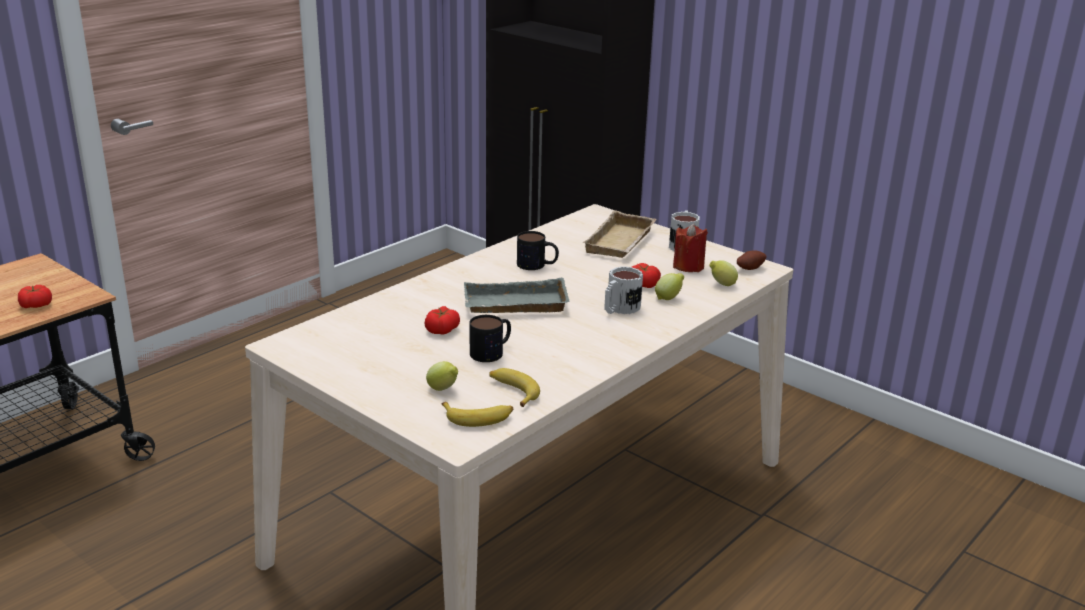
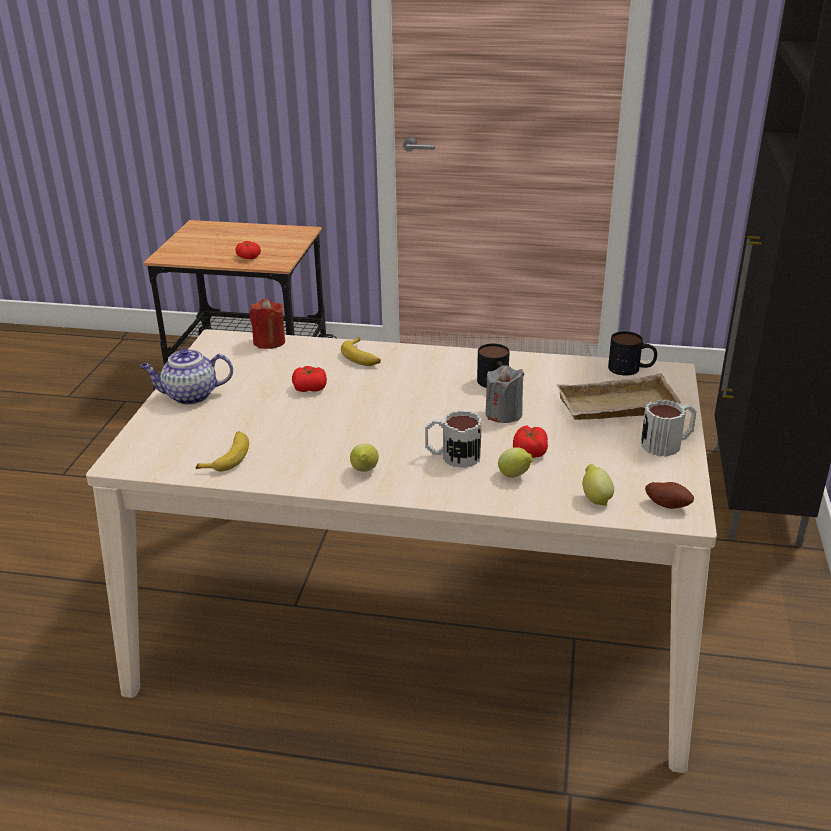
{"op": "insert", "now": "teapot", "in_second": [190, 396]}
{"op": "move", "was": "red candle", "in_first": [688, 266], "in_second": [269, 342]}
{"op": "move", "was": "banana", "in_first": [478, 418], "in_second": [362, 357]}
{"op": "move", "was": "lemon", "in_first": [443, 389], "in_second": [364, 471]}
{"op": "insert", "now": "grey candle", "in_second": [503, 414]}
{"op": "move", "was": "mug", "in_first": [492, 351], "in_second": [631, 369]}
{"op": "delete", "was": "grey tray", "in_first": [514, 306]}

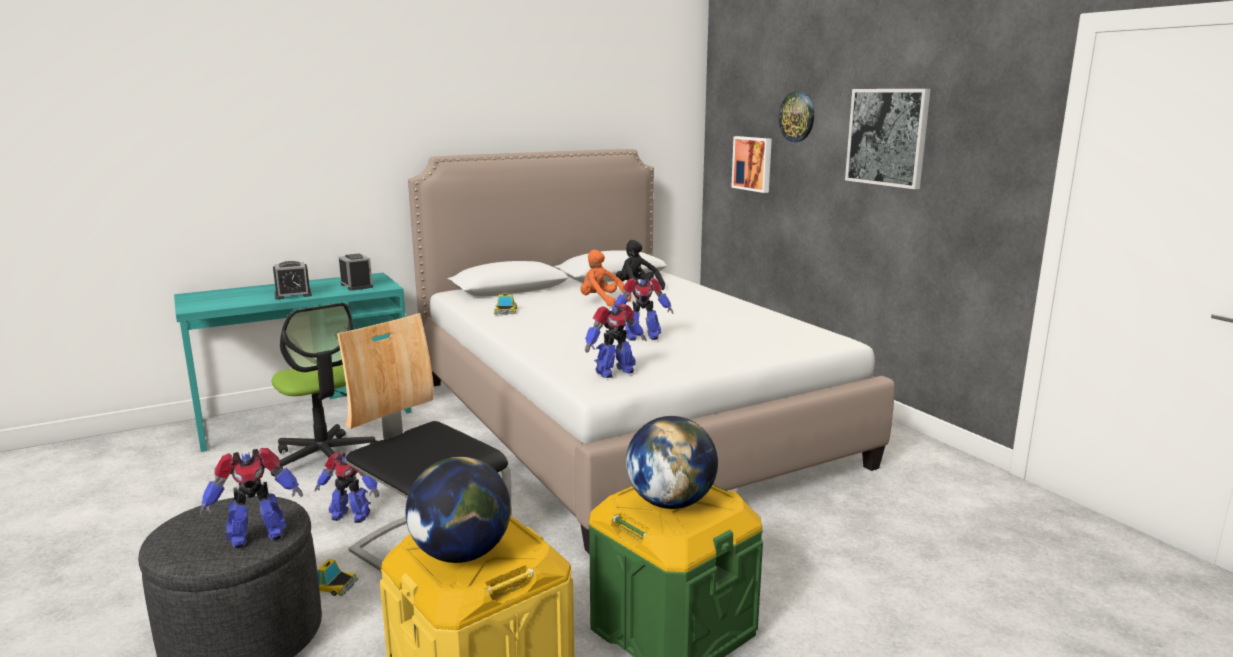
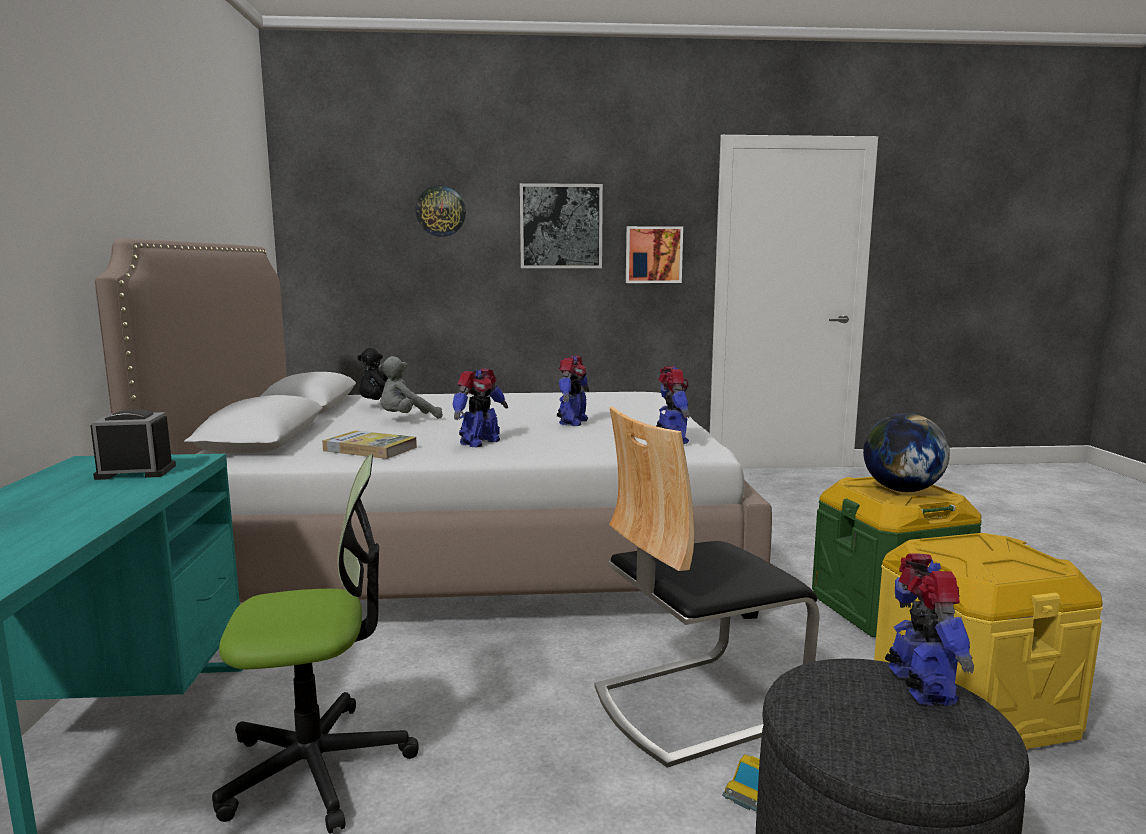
{"op": "replace", "was": "toy car", "now": "book", "in_first": [505, 311], "in_second": [370, 449]}
{"op": "recolor", "was": "orange plush toy", "now": "grey plush toy", "in_first": [601, 301], "in_second": [407, 420]}
{"op": "move", "was": "toy robot", "in_first": [350, 515], "in_second": [479, 442]}
{"op": "move", "was": "picture", "in_first": [753, 163], "in_second": [653, 255]}
{"op": "delete", "was": "alarm clock", "in_first": [293, 295]}
{"op": "delete", "was": "globe", "in_first": [461, 554]}

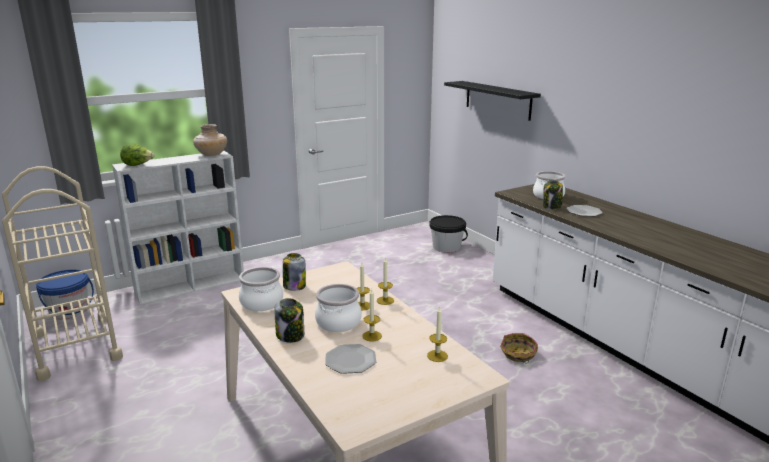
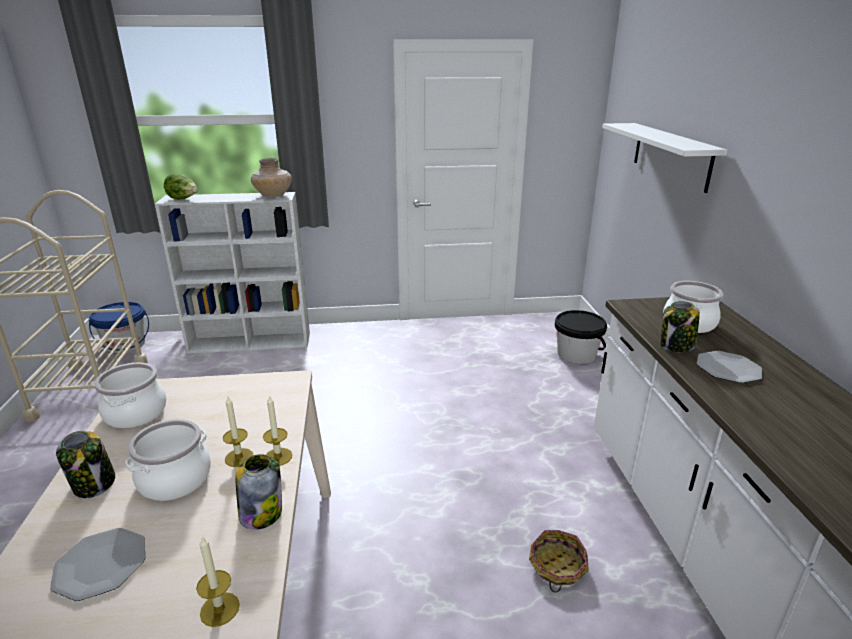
{"op": "move", "was": "jar", "in_first": [294, 286], "in_second": [261, 512]}
{"op": "recolor", "was": "black shelf", "now": "white shelf", "in_first": [497, 100], "in_second": [671, 155]}
{"op": "delete", "was": "candle", "in_first": [372, 336]}

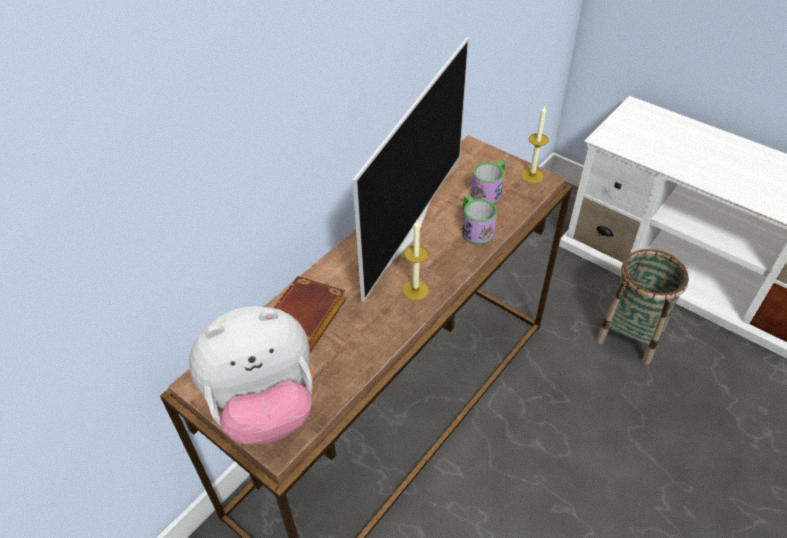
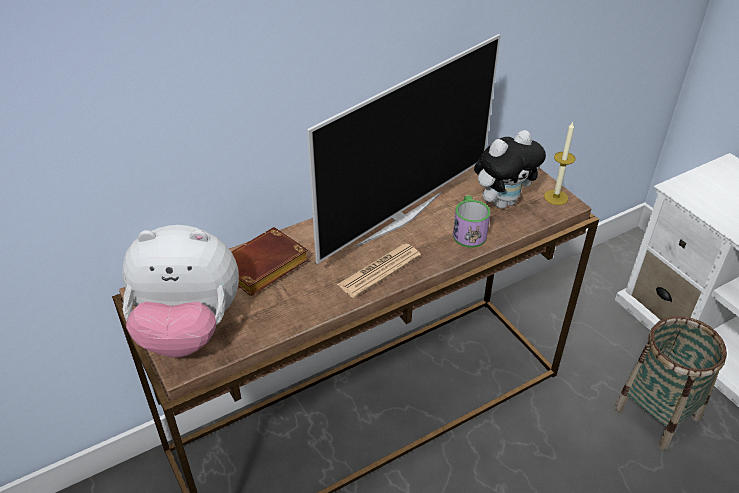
{"op": "replace", "was": "candle", "now": "newspaper", "in_first": [415, 290], "in_second": [379, 270]}
{"op": "replace", "was": "mug", "now": "plush toy", "in_first": [489, 192], "in_second": [502, 201]}

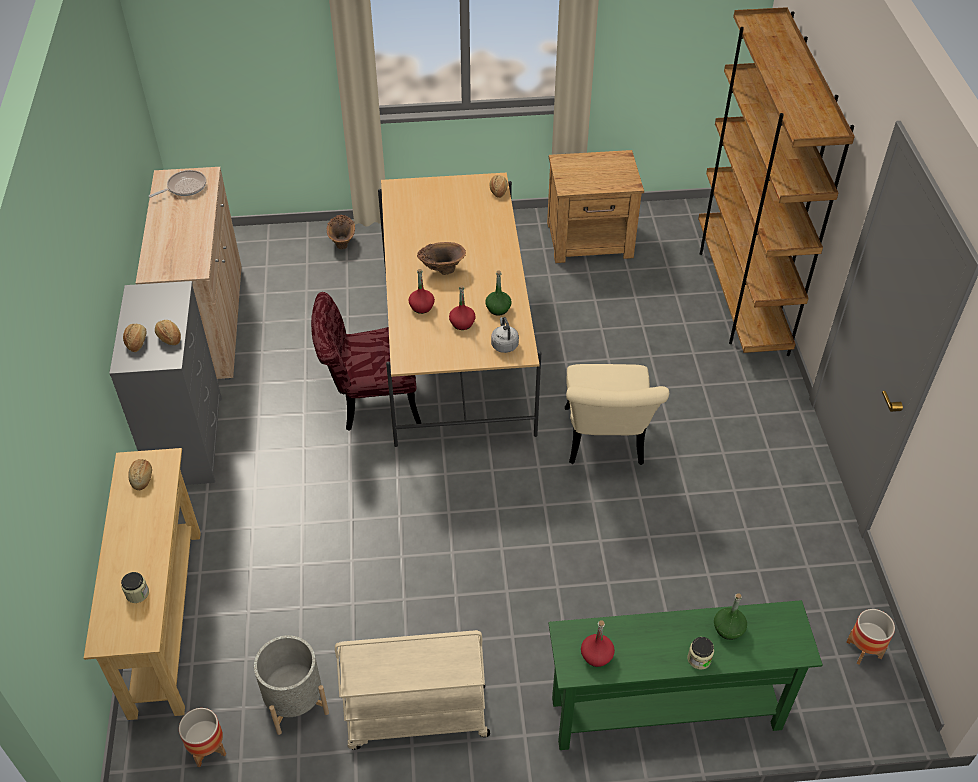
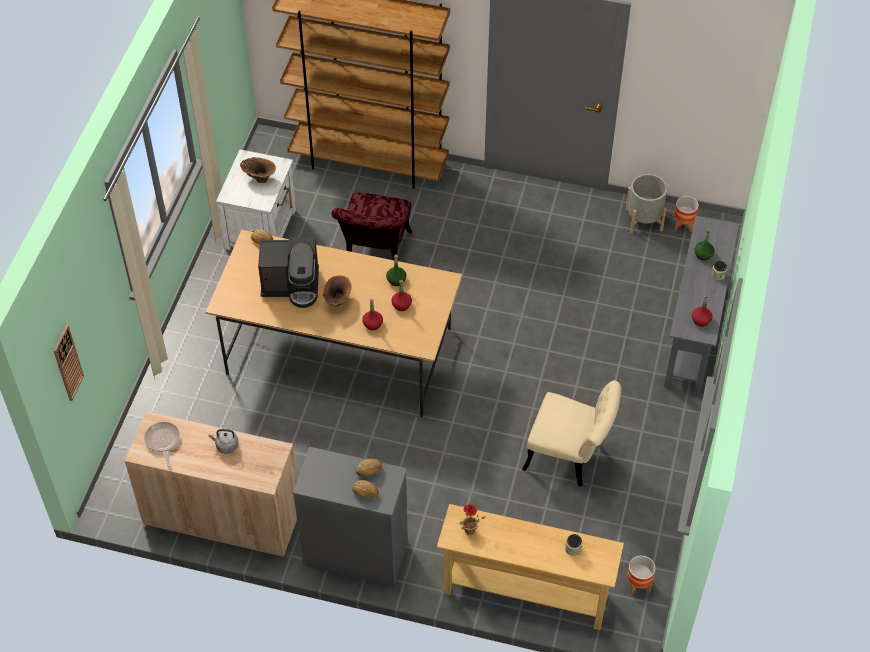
{"op": "insert", "now": "wall clock", "in_second": [67, 363]}
{"op": "move", "was": "grey kettle", "in_first": [504, 344], "in_second": [226, 446]}
{"op": "recolor", "was": "brown nightstand", "now": "white nightstand", "in_first": [591, 241], "in_second": [261, 228]}
{"op": "move", "was": "brown vase", "in_first": [343, 242], "in_second": [259, 178]}
{"op": "insert", "now": "coffee machine", "in_second": [292, 285]}
{"op": "move", "was": "red chair", "in_first": [369, 402], "in_second": [375, 254]}
{"op": "replace", "was": "bread", "now": "potted plant", "in_first": [142, 478], "in_second": [469, 532]}
{"op": "move", "was": "beige chair", "in_first": [605, 444], "in_second": [570, 457]}
{"op": "move", "was": "grey planter", "in_first": [295, 701], "in_second": [644, 219]}
{"op": "recolor", "was": "green console table", "now": "grey console table", "in_first": [666, 714], "in_second": [693, 334]}
{"op": "delete", "was": "beige cart", "in_first": [416, 718]}

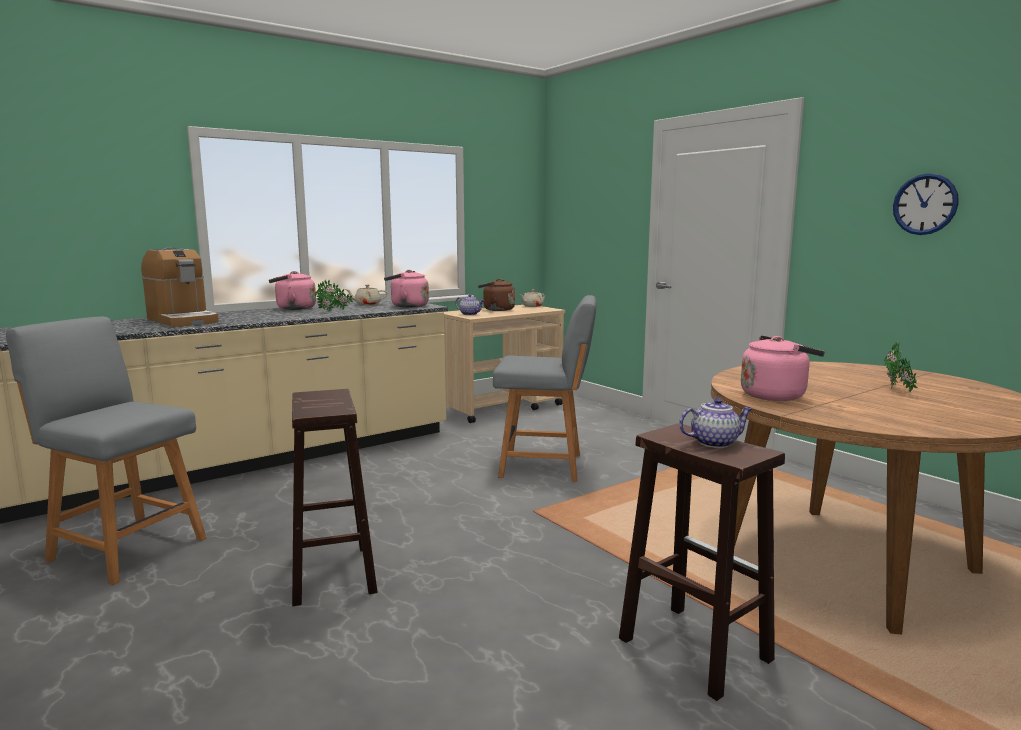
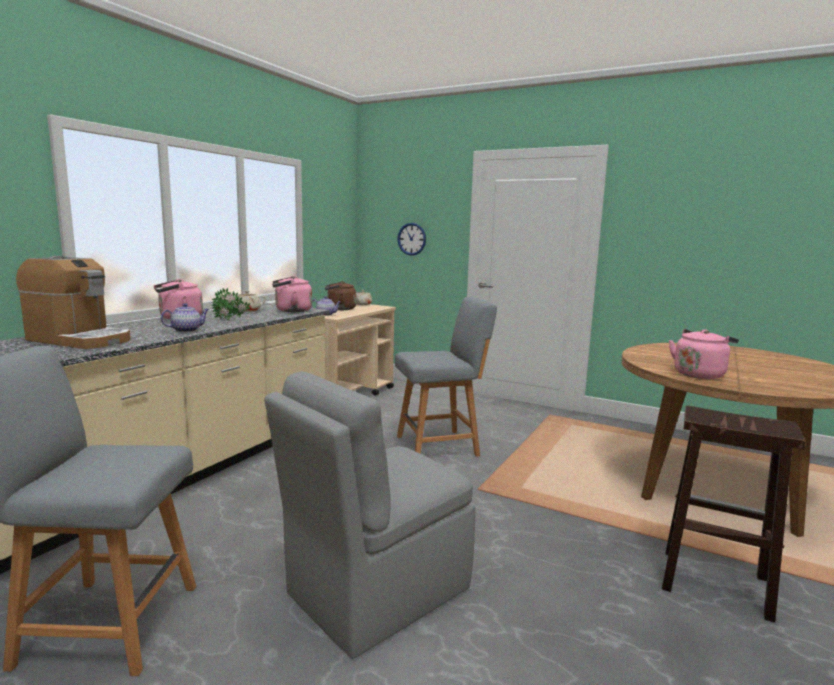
{"op": "move", "was": "teapot", "in_first": [715, 442], "in_second": [187, 330]}
{"op": "replace", "was": "brown stool", "now": "grey chair", "in_first": [332, 573], "in_second": [374, 592]}
{"op": "move", "was": "wall clock", "in_first": [925, 204], "in_second": [411, 239]}
{"op": "delete", "was": "potted plant", "in_first": [897, 390]}

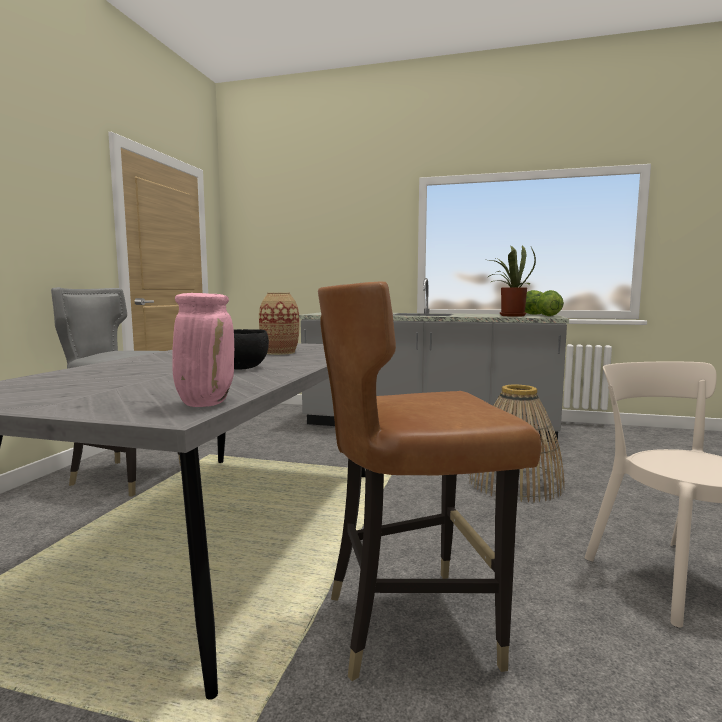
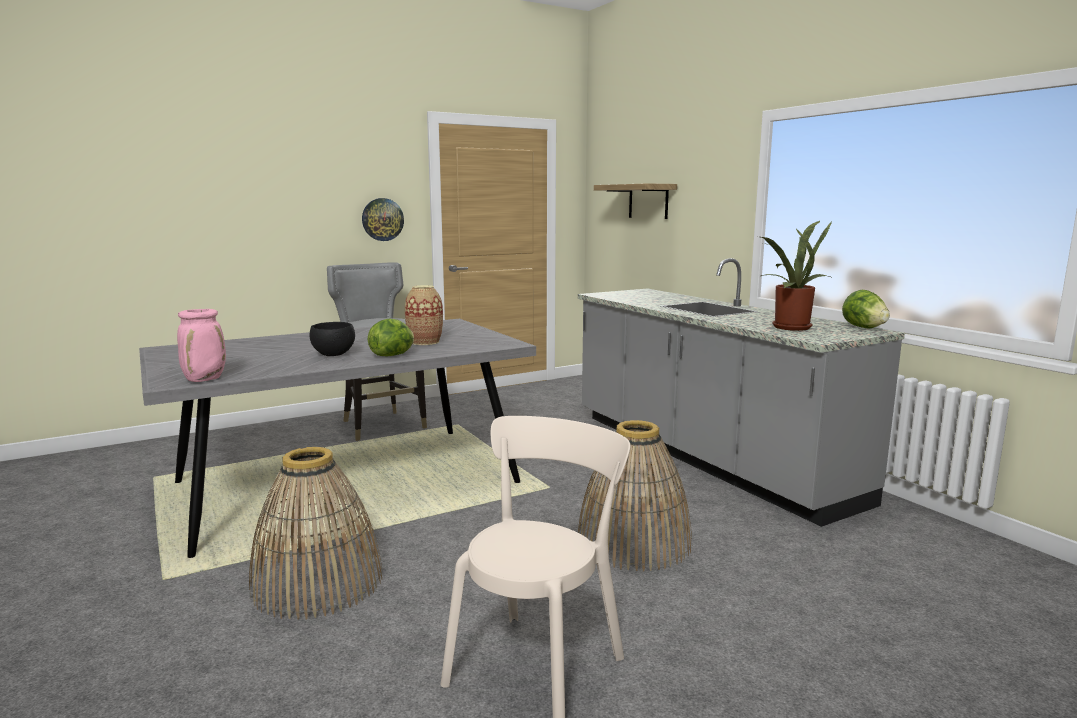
{"op": "replace", "was": "brown chair", "now": "basket", "in_first": [413, 623], "in_second": [317, 582]}
{"op": "insert", "now": "wall clock", "in_second": [382, 219]}
{"op": "move", "was": "lettuce", "in_first": [548, 316], "in_second": [393, 355]}
{"op": "insert", "now": "shelf", "in_second": [648, 201]}

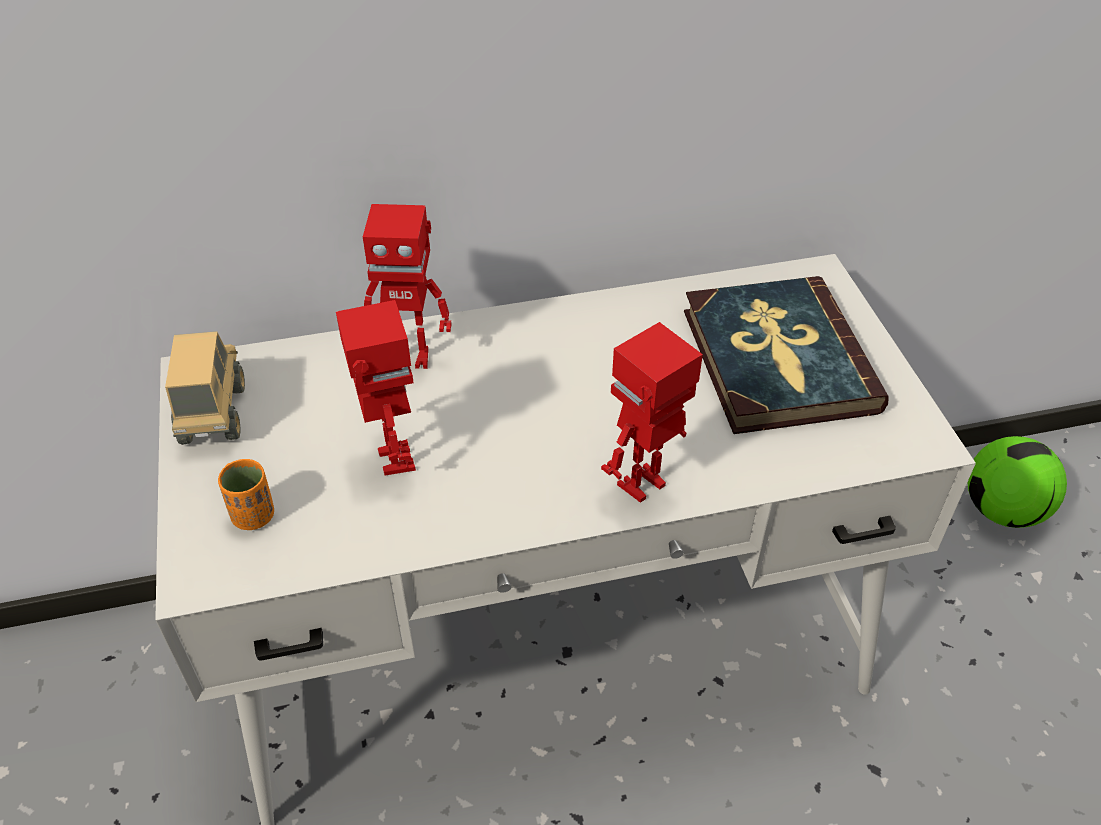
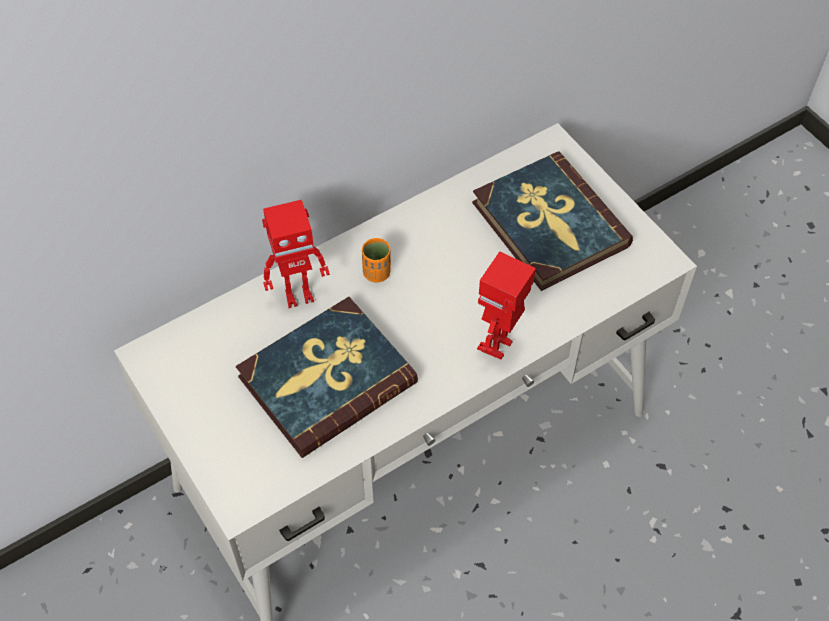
{"op": "replace", "was": "toy robot", "now": "book", "in_first": [394, 460], "in_second": [326, 379]}
{"op": "move", "was": "orange cup", "in_first": [253, 516], "in_second": [377, 273]}
{"op": "delete", "was": "toy truck", "in_first": [214, 414]}
{"op": "delete", "was": "football", "in_first": [1002, 510]}

